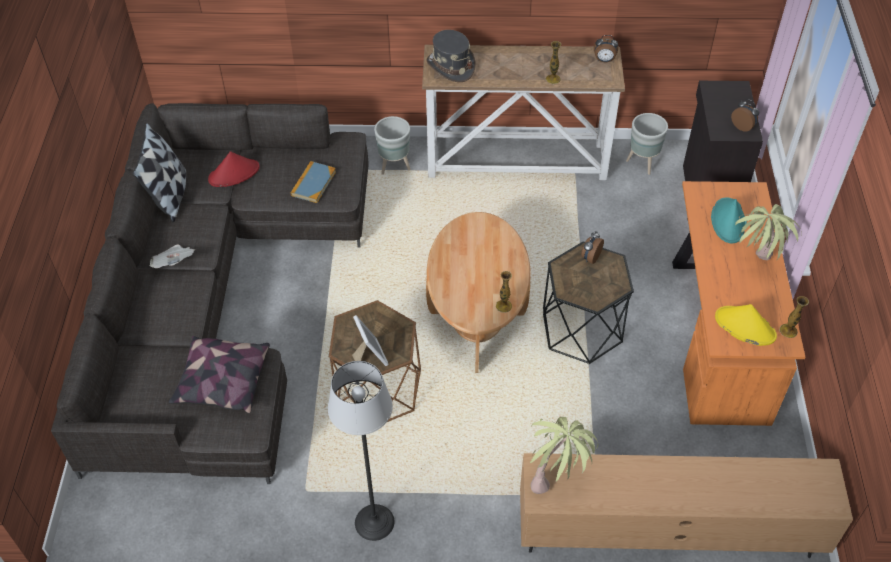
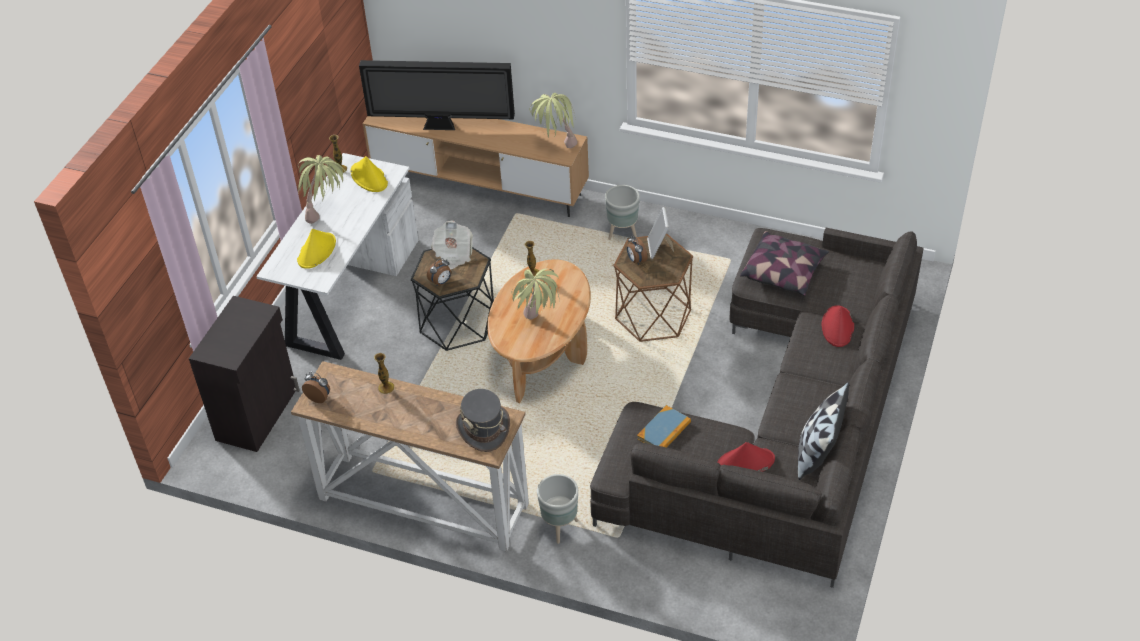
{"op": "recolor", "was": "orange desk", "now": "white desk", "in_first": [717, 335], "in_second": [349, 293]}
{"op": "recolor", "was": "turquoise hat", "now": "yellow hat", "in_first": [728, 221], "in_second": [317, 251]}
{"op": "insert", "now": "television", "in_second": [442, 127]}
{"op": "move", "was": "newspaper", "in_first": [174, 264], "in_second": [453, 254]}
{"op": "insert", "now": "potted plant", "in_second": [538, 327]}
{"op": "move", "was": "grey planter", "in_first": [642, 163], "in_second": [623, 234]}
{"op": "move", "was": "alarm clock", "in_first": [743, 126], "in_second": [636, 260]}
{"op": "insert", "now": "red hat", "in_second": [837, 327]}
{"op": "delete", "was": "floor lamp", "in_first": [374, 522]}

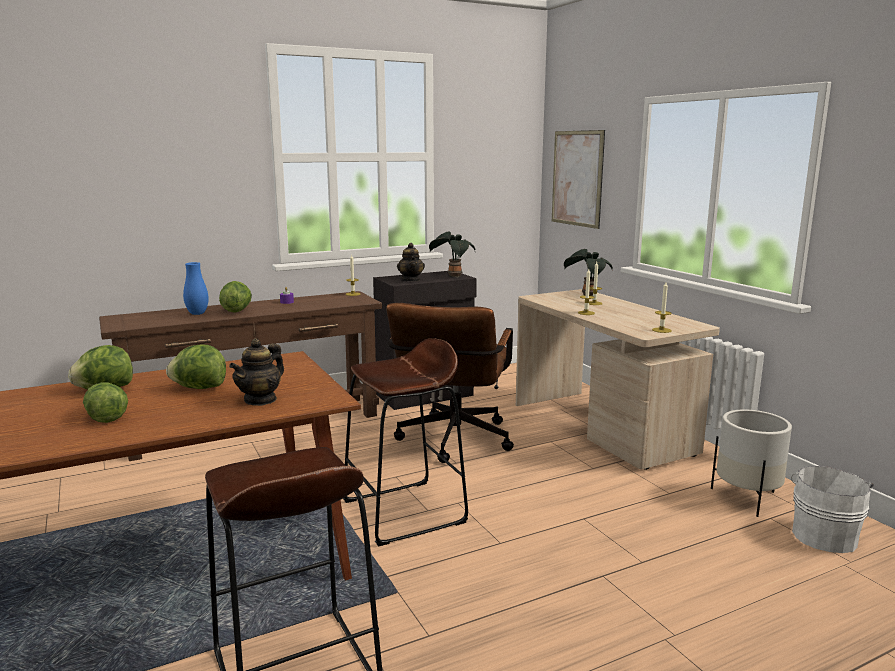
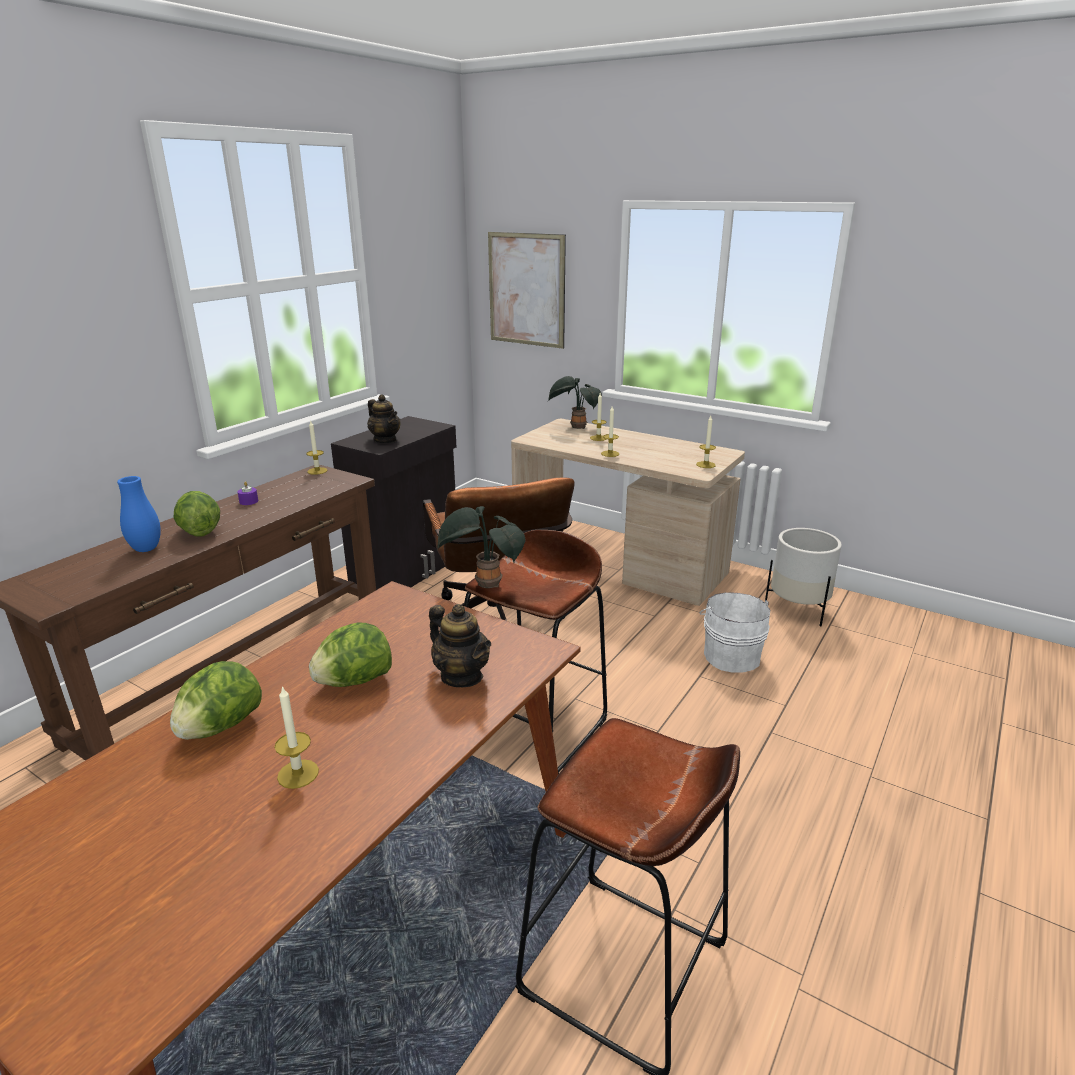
{"op": "replace", "was": "lettuce", "now": "candle", "in_first": [105, 416], "in_second": [298, 774]}
{"op": "rotate", "was": "teapot", "in_first": [260, 400], "in_second": [462, 676], "clockwise": -45}
{"op": "move", "was": "potted plant", "in_first": [453, 276], "in_second": [485, 584]}
{"op": "move", "was": "white bucket", "in_first": [824, 535], "in_second": [731, 655]}

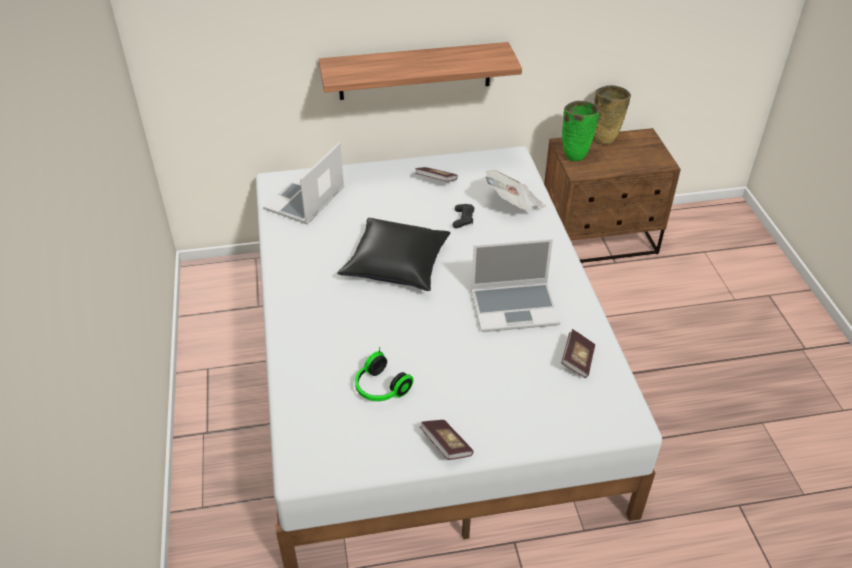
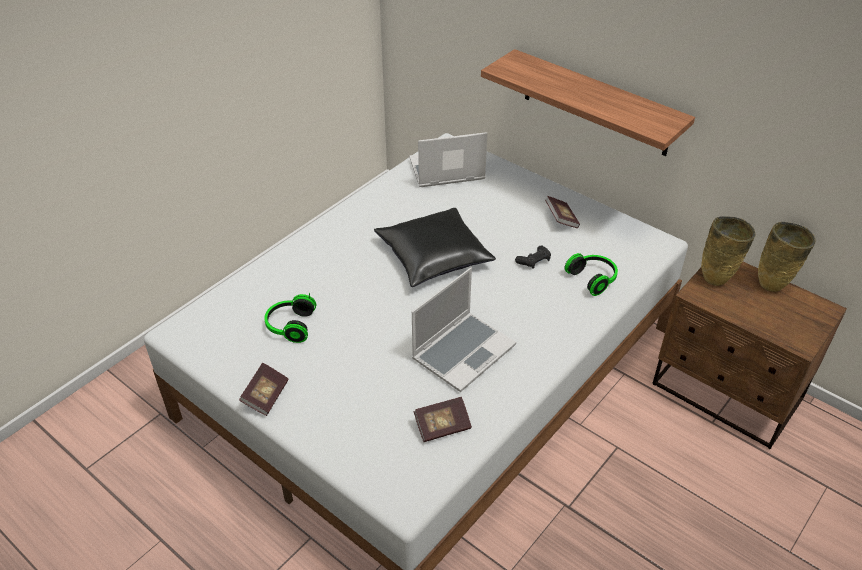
{"op": "rotate", "was": "laptop", "in_first": [515, 307], "in_second": [463, 351], "clockwise": -90}
{"op": "replace", "was": "newspaper", "now": "headphones", "in_first": [513, 204], "in_second": [593, 279]}
{"op": "recolor", "was": "green vase", "now": "beige vase", "in_first": [575, 155], "in_second": [717, 279]}

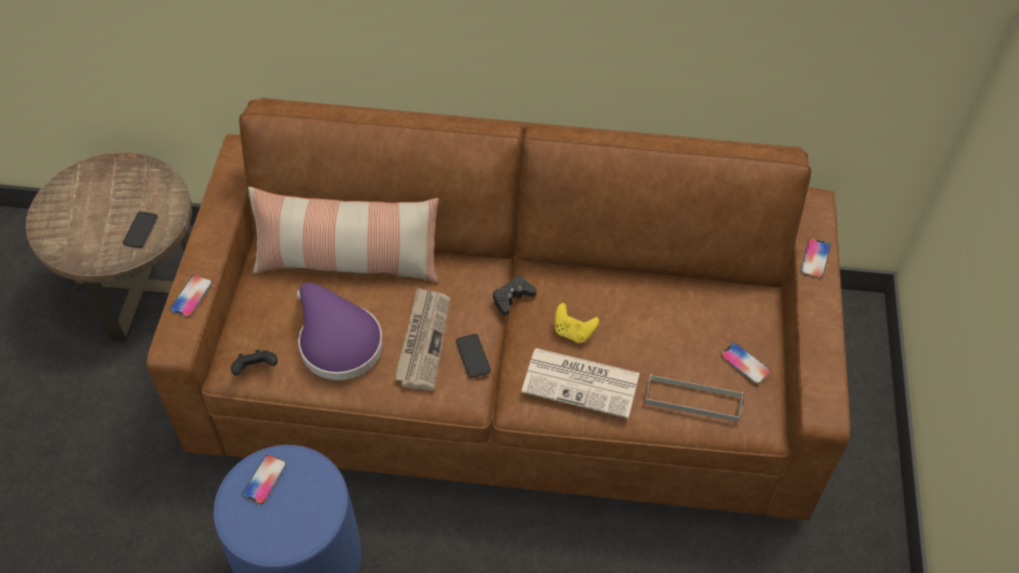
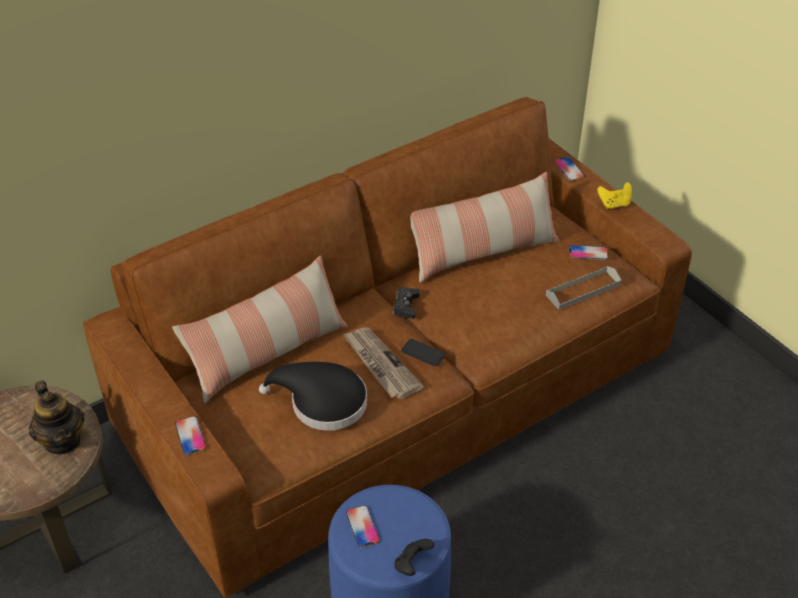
{"op": "replace", "was": "phone", "now": "teapot", "in_first": [140, 230], "in_second": [62, 440]}
{"op": "recolor", "was": "purple hat", "now": "black hat", "in_first": [337, 341], "in_second": [322, 403]}
{"op": "move", "was": "black game controller", "in_first": [256, 369], "in_second": [412, 565]}
{"op": "insert", "now": "pillow", "in_second": [482, 252]}
{"op": "move", "was": "yellow game controller", "in_first": [573, 332], "in_second": [614, 204]}
{"op": "delete", "was": "newspaper", "in_first": [582, 383]}

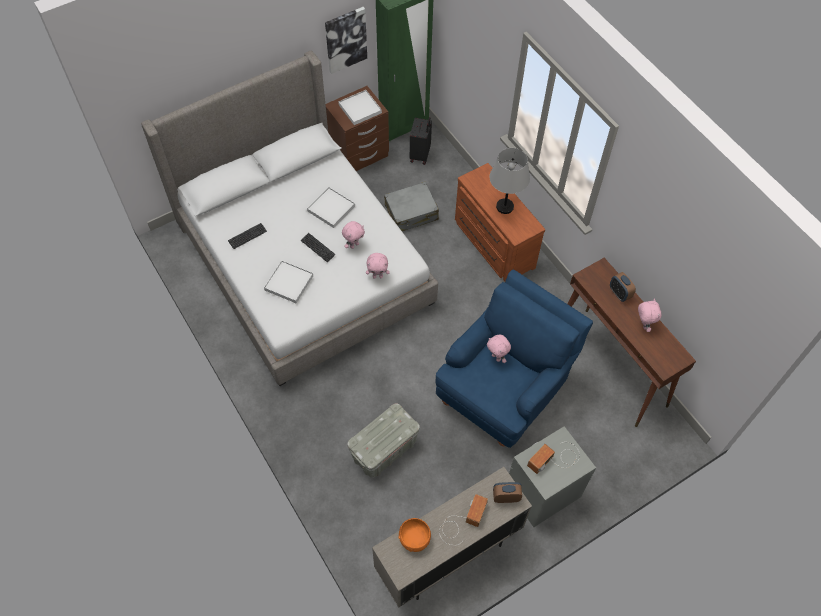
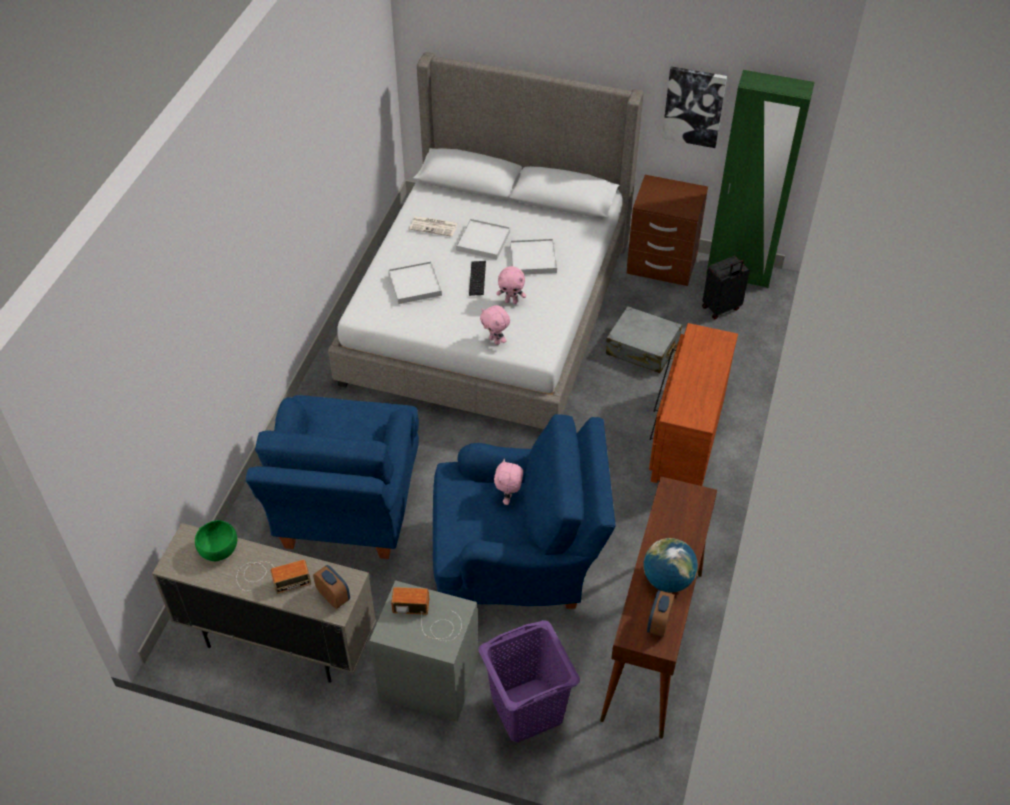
{"op": "recolor", "was": "orange bowl", "now": "green bowl", "in_first": [414, 538], "in_second": [219, 549]}
{"op": "replace", "was": "grey storage box", "now": "blue armchair", "in_first": [384, 450], "in_second": [347, 510]}
{"op": "replace", "was": "keyboard", "now": "newspaper", "in_first": [247, 236], "in_second": [434, 226]}
{"op": "move", "was": "white tray", "in_first": [360, 109], "in_second": [483, 241]}
{"op": "insert", "now": "purple laundry basket", "in_second": [527, 709]}
{"op": "replace", "was": "pink plush toy", "now": "globe", "in_first": [643, 324], "in_second": [667, 580]}
{"op": "move", "was": "alarm clock", "in_first": [619, 293], "in_second": [658, 623]}
{"op": "delete", "was": "grey table lamp", "in_first": [505, 206]}

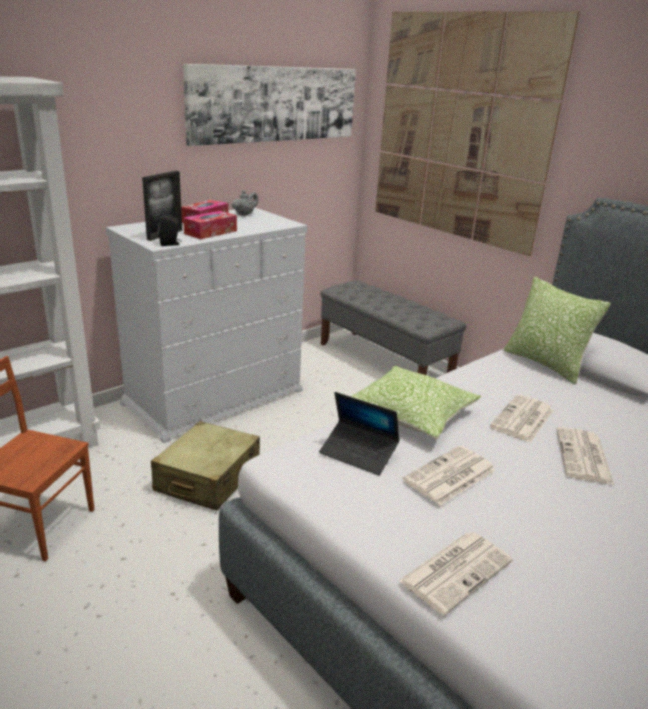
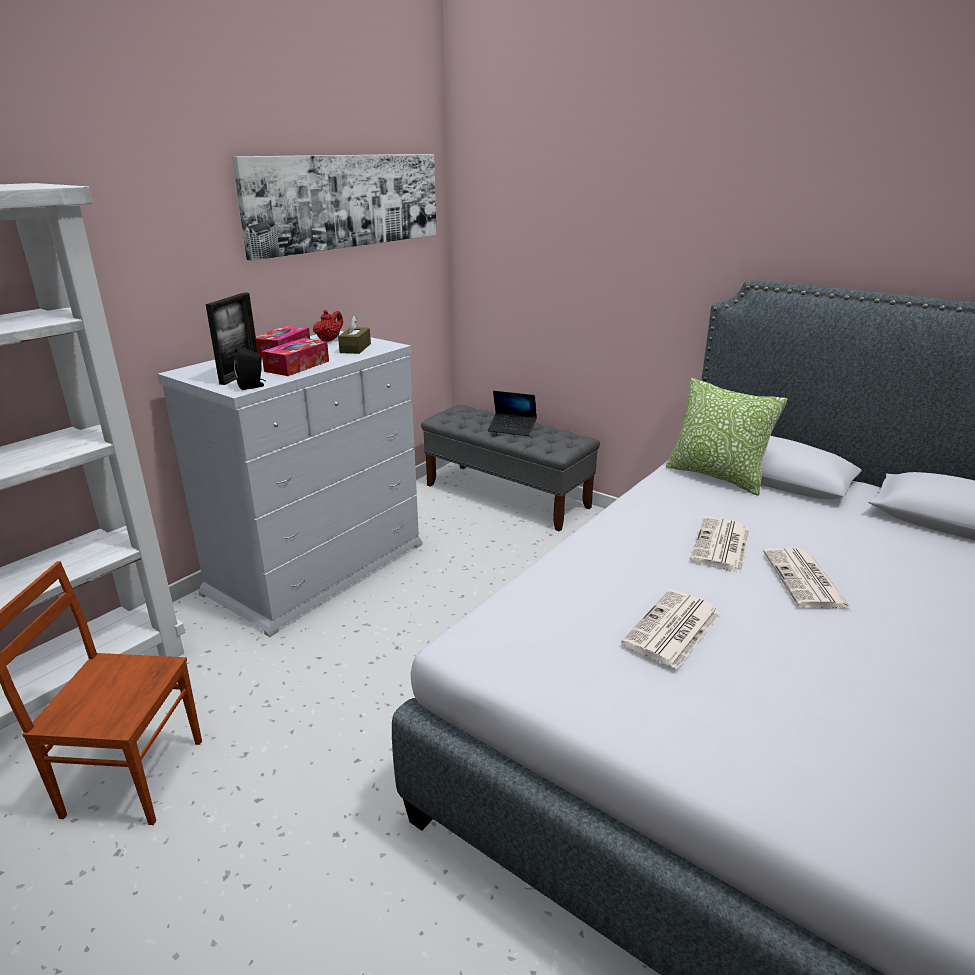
{"op": "recolor", "was": "grey teapot", "now": "red teapot", "in_first": [244, 214], "in_second": [329, 340]}
{"op": "insert", "now": "brown tissue box", "in_second": [355, 348]}
{"op": "move", "was": "laptop", "in_first": [358, 453], "in_second": [512, 429]}
{"op": "delete", "was": "beige suitcase", "in_first": [207, 478]}
{"op": "delete", "was": "pillow", "in_first": [411, 414]}
{"op": "delete", "was": "picture", "in_first": [460, 129]}
{"op": "delete", "was": "newspaper", "in_first": [456, 570]}

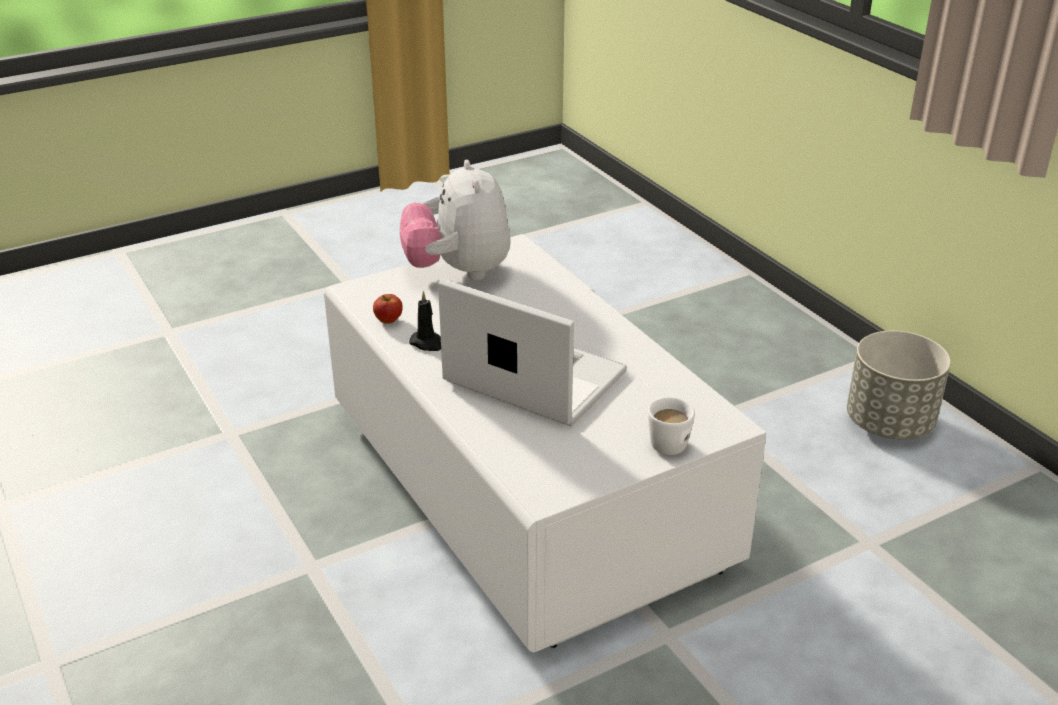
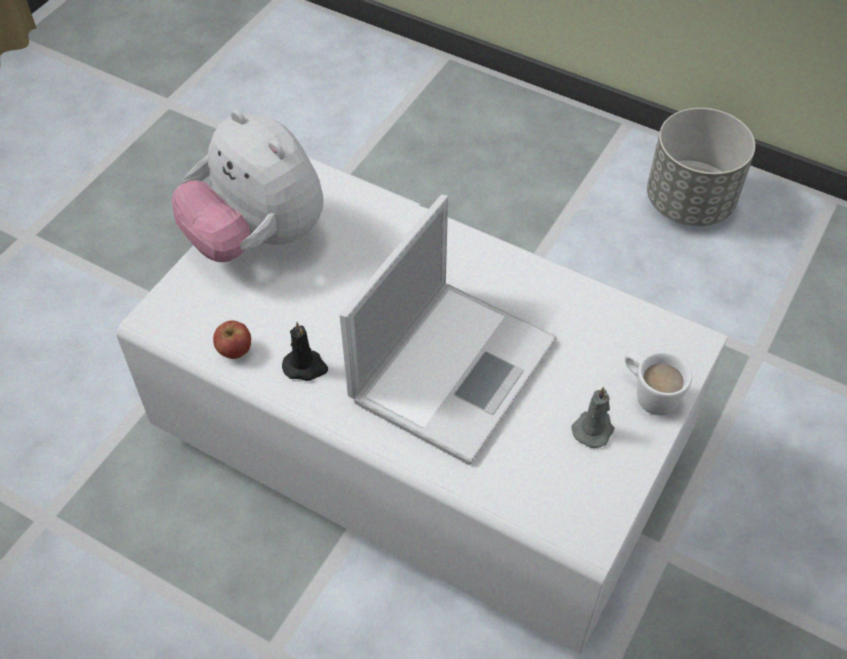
{"op": "rotate", "was": "laptop", "in_first": [531, 377], "in_second": [454, 366], "clockwise": 120}
{"op": "insert", "now": "grey candle", "in_second": [593, 428]}

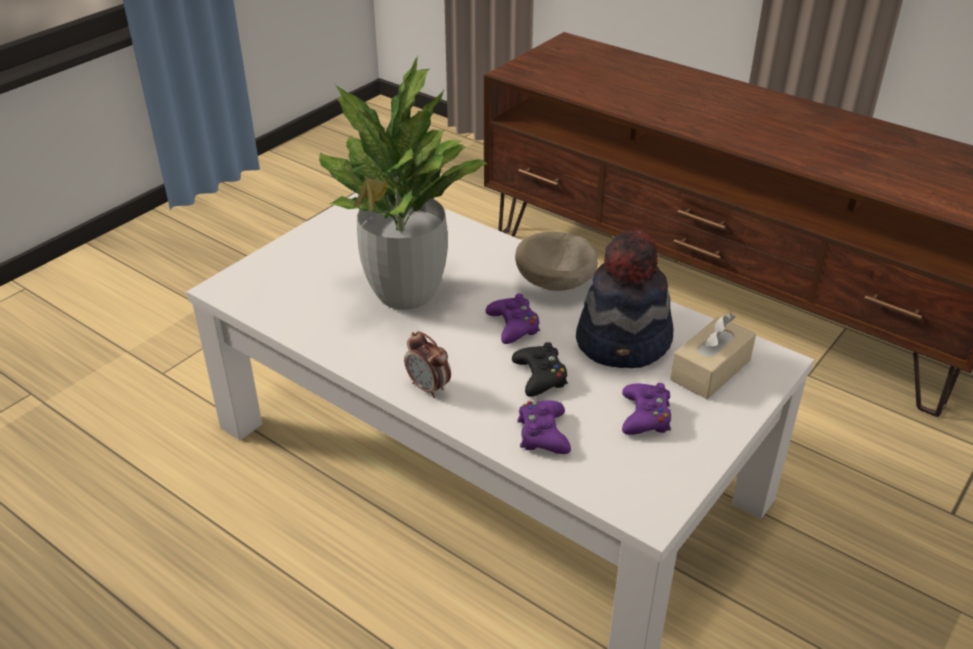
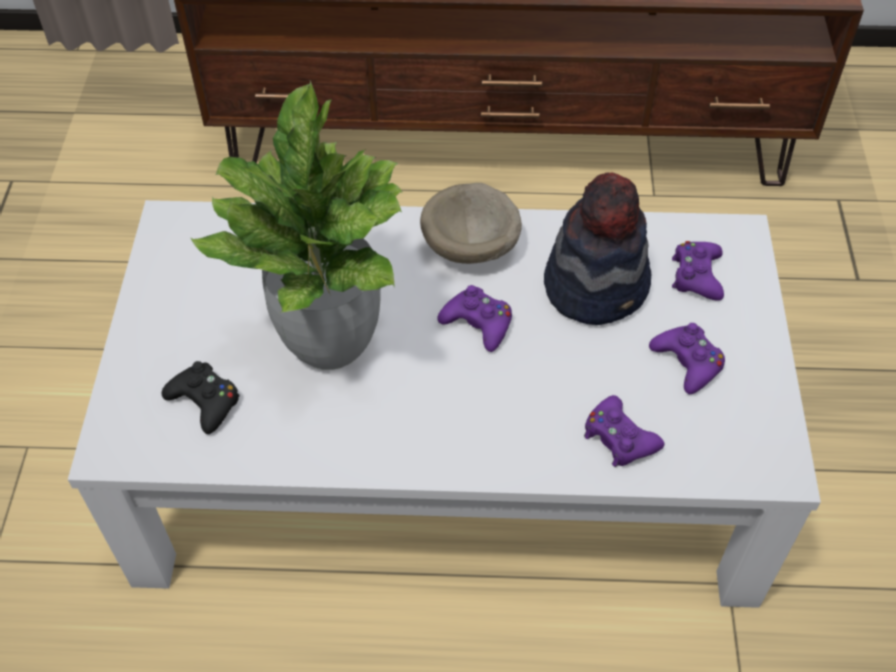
{"op": "move", "was": "black game controller", "in_first": [540, 377], "in_second": [205, 401]}
{"op": "replace", "was": "beige tissue box", "now": "purple game controller", "in_first": [710, 370], "in_second": [696, 276]}
{"op": "delete", "was": "alarm clock", "in_first": [428, 388]}

